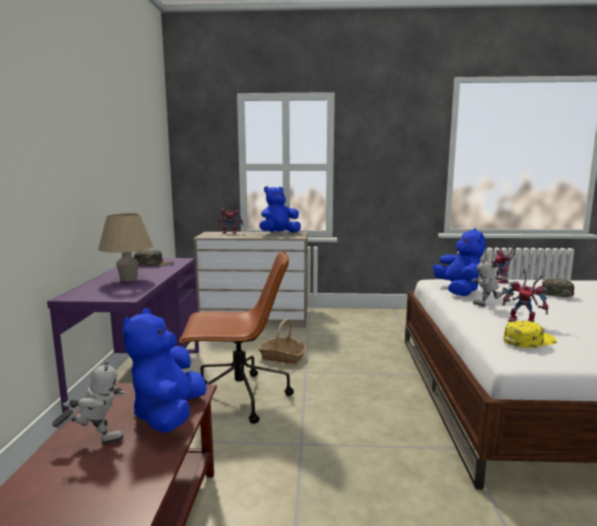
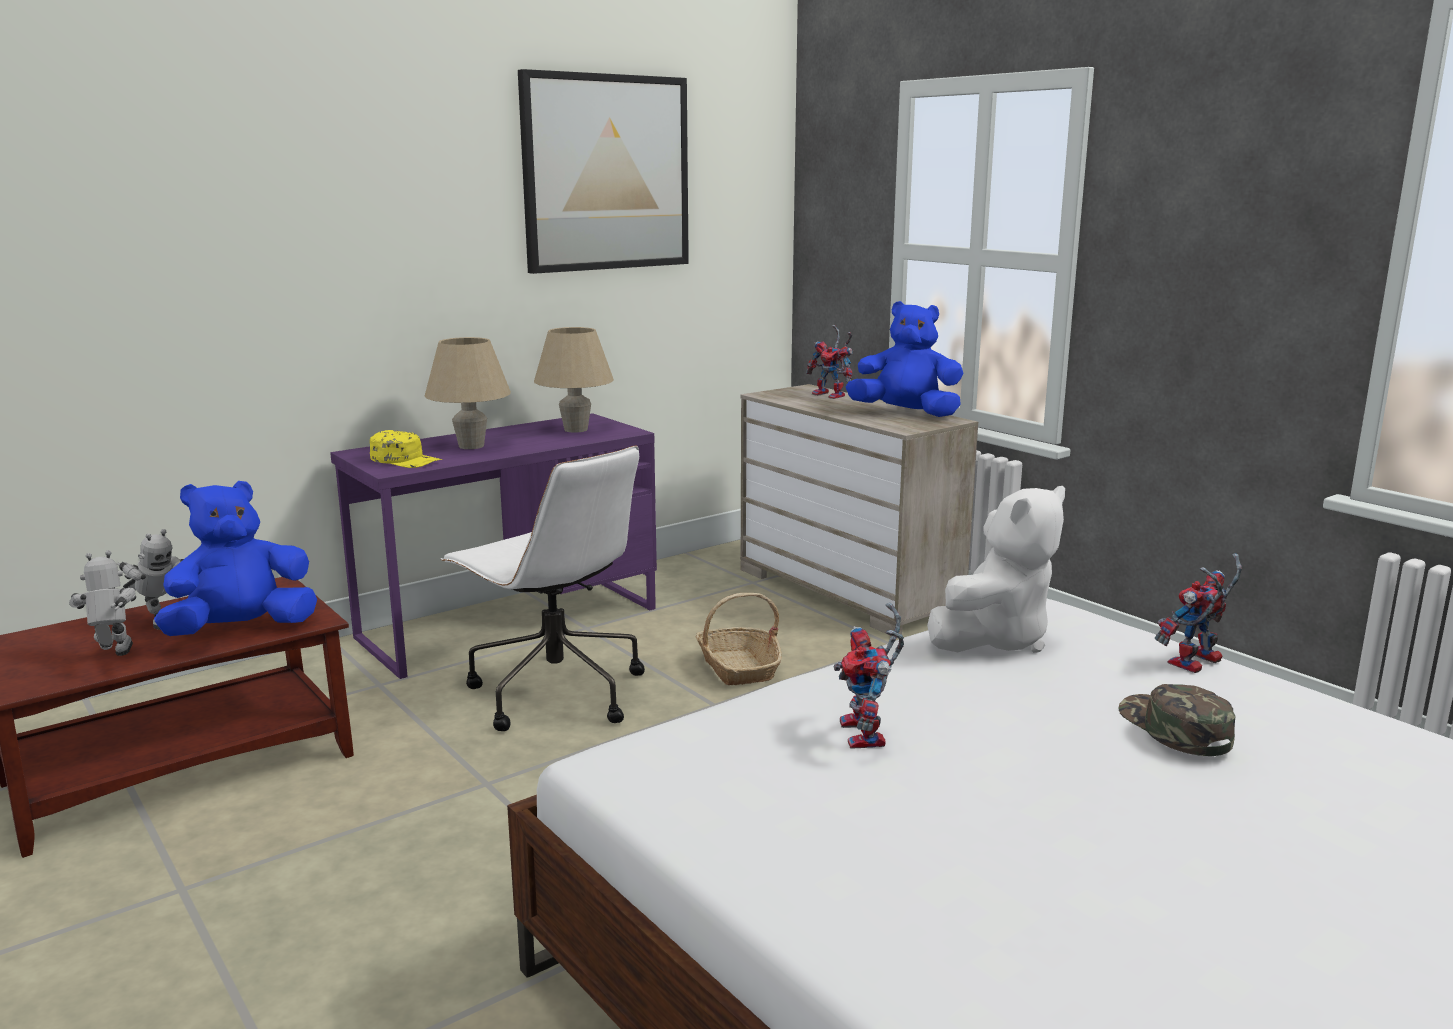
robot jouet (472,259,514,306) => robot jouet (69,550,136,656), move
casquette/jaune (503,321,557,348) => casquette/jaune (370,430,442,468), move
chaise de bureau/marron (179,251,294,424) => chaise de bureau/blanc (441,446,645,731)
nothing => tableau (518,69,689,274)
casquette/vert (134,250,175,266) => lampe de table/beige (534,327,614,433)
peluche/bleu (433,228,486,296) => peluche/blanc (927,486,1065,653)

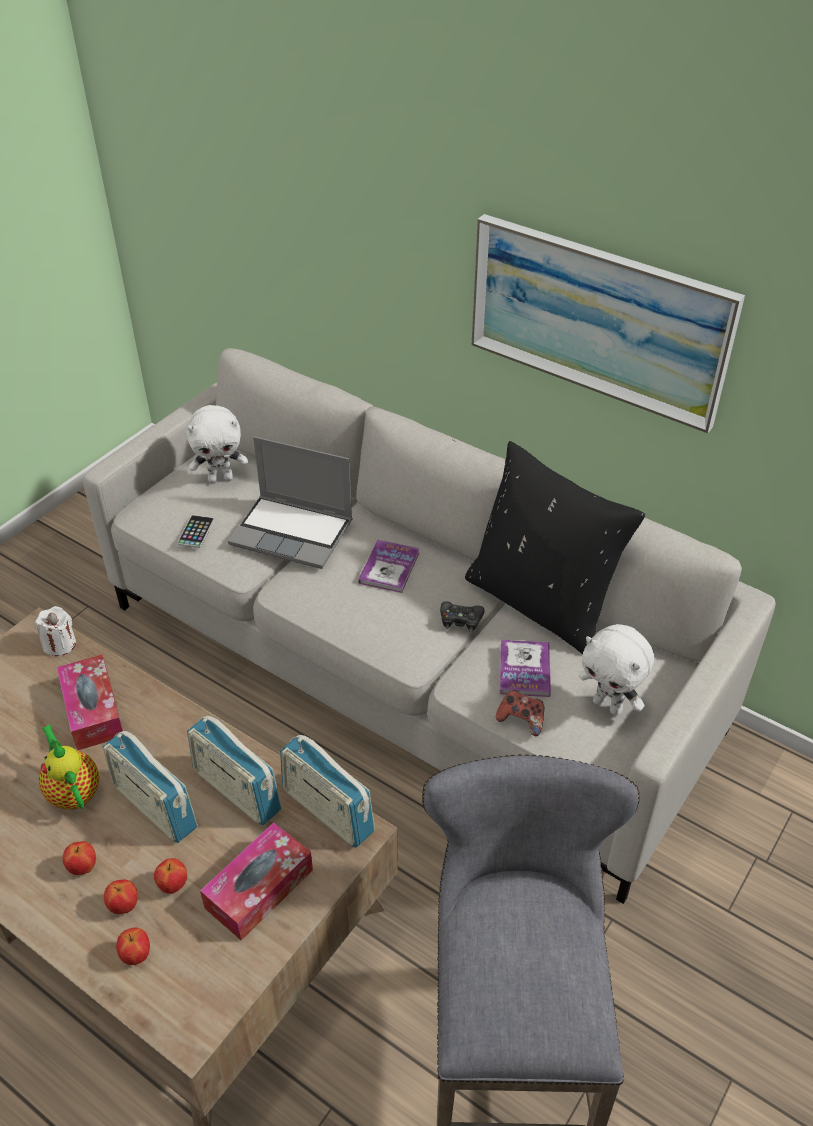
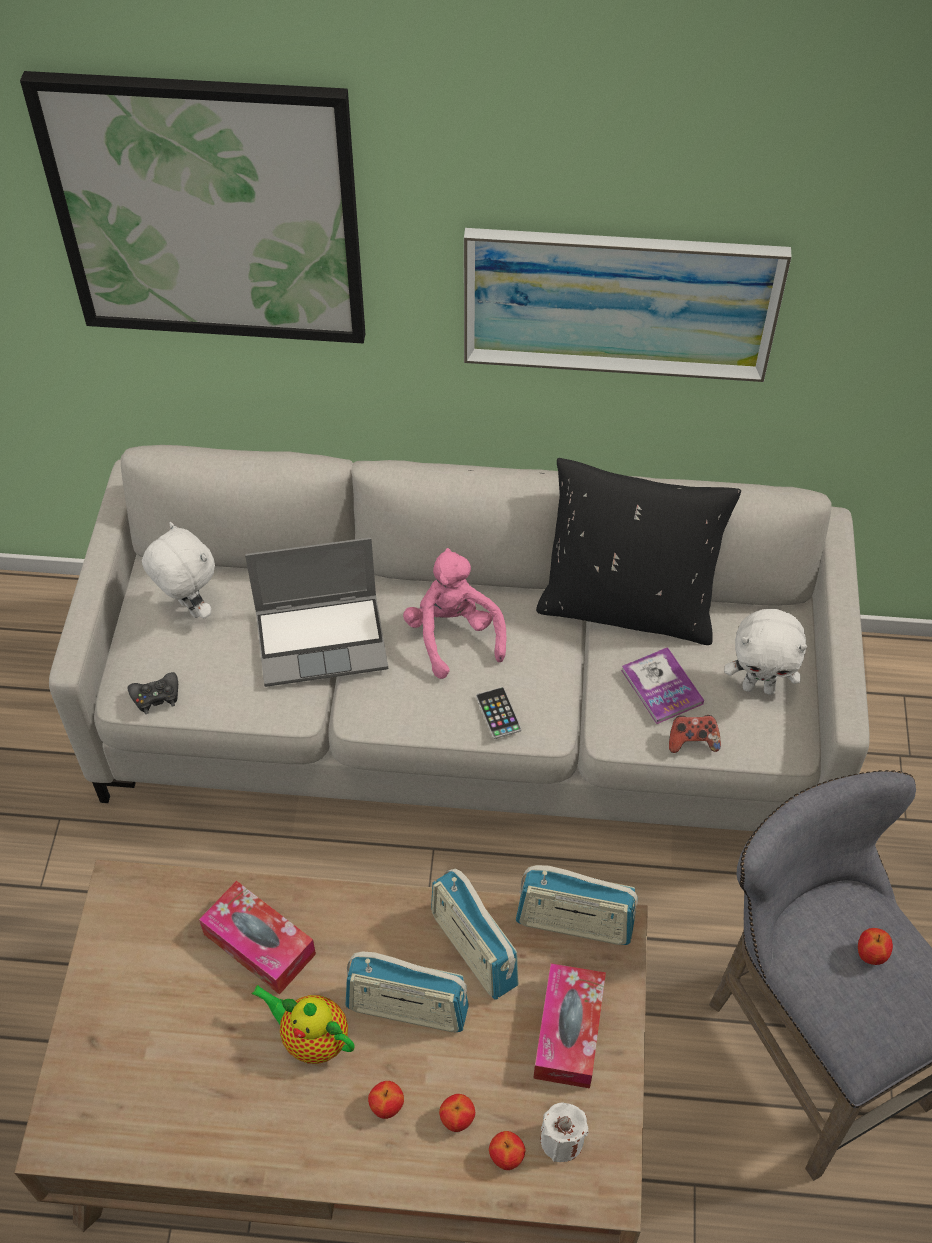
nothing => tableau (20,71,365,343)
manette/noir (440,601,484,632) => manette/noir (128,672,178,714), move
peluche/blanc (187,405,248,483) => peluche/blanc (142,522,215,618), 90 degrees counterclockwise
livre (358,540,420,593) => peluche/rose (403,548,506,679)
radio (187,716,282,826) => radio (431,868,519,999), 45 degrees clockwise
téléphone (177,515,214,548) => téléphone (476,687,521,739), move
bougie/blanc (36,606,76,656) => bougie/blanc (541,1102,588,1162), move
pomme (154,858,187,894) => pomme (858,928,893,965), move

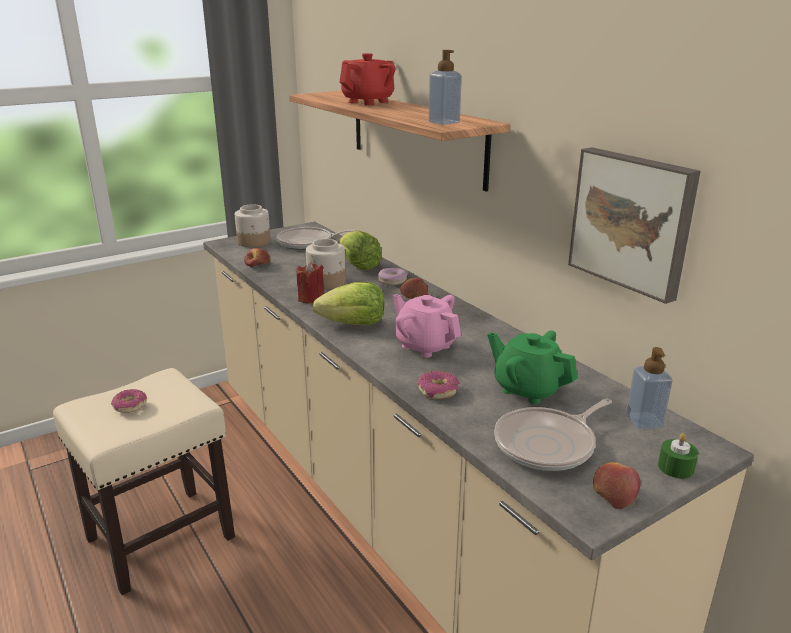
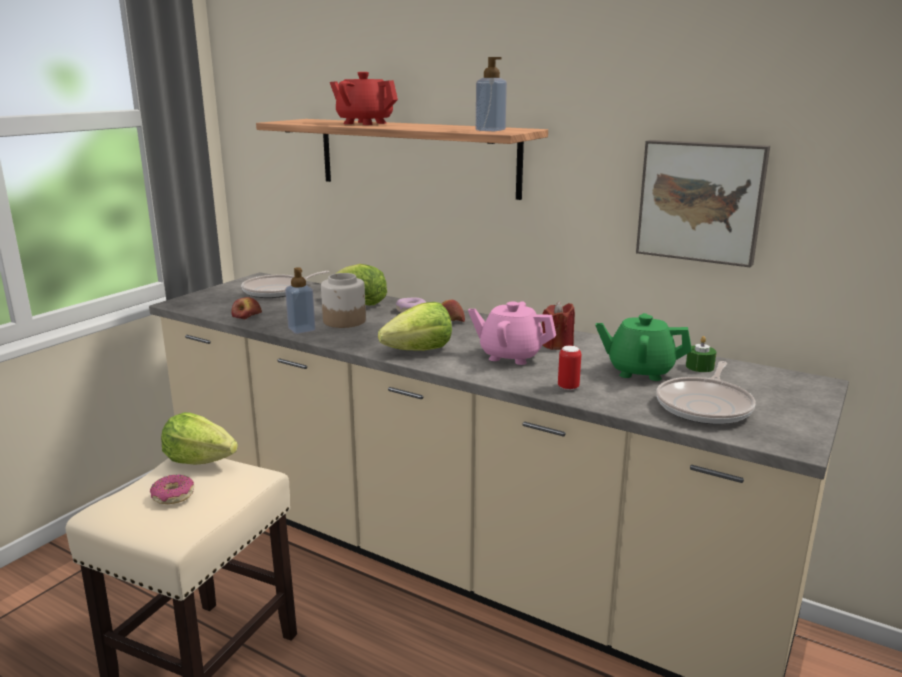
nothing => laitue (161,412,238,465)
distributeur de savon (626,347,672,429) => distributeur de savon (285,267,315,334), move
théière/rouge (340,53,395,105) => théière/rouge (330,72,398,125), 75 degrees counterclockwise
bougie/rouge (296,261,325,304) => bougie/rouge (542,301,575,350), move
beignet (418,371,459,399) => boîte métallique (558,346,581,390)
bougie/vert (658,433,699,479) => bougie/vert (686,336,716,372), move
bocal (235,204,271,247) => nothing
pomme (593,462,640,509) => nothing

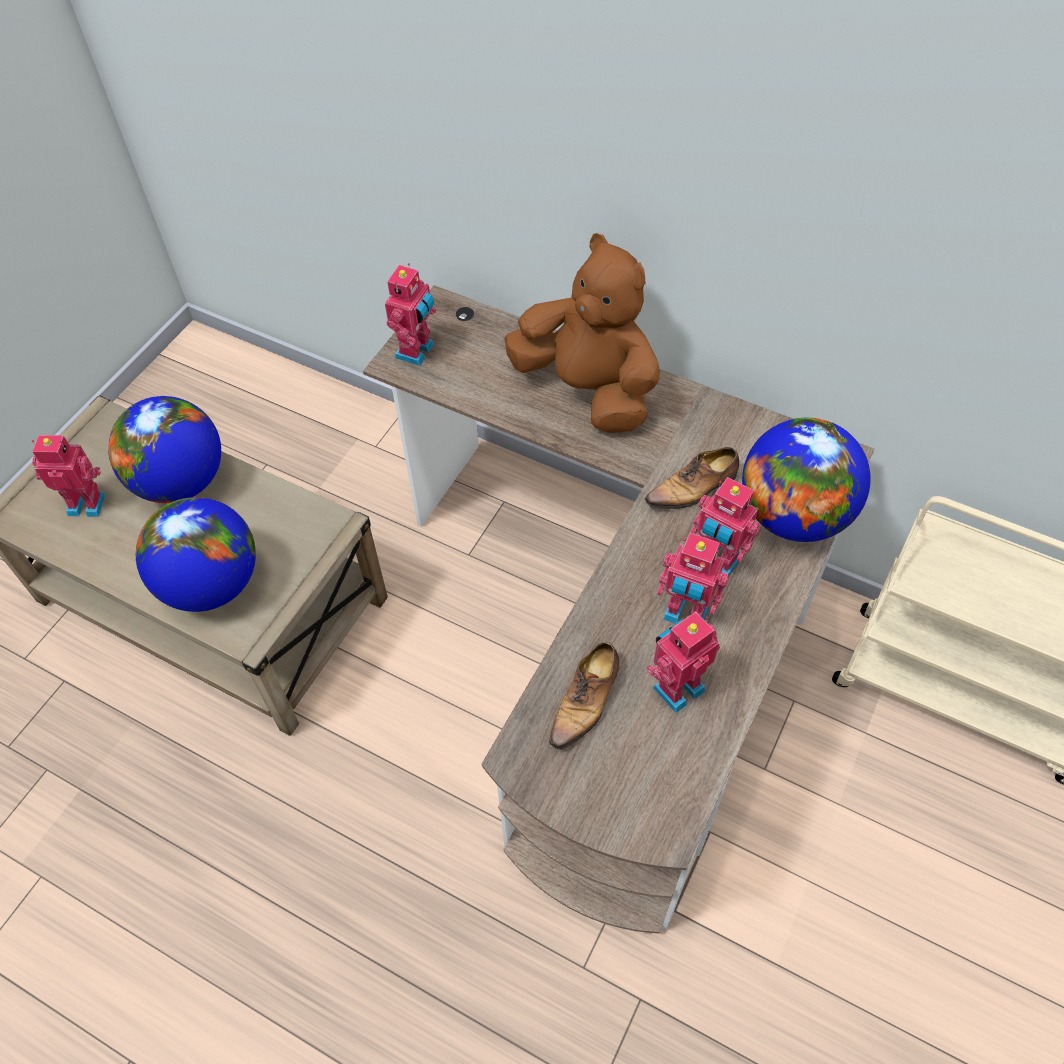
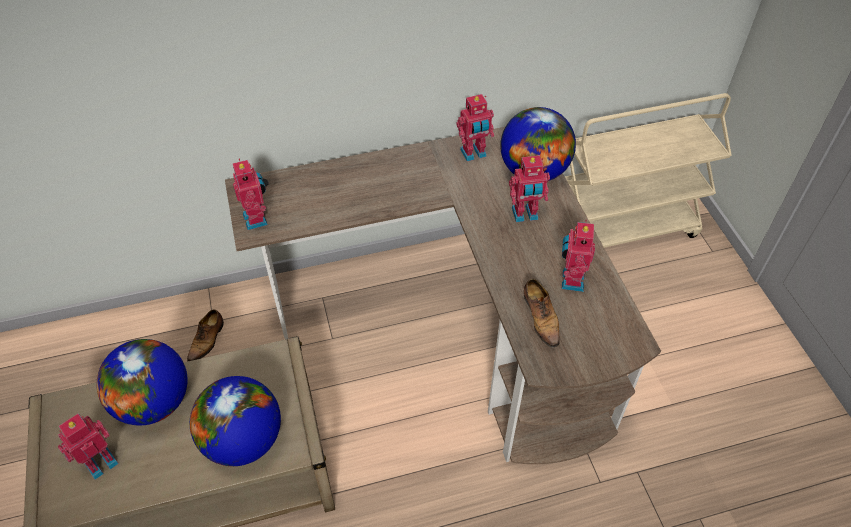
chaussure (644,447,739,512) => chaussure (187,310,224,361), move
robot jouet (657,533,729,624) => robot jouet (456,94,494,161), move
peluche/marron (504,233,660,433) => nothing

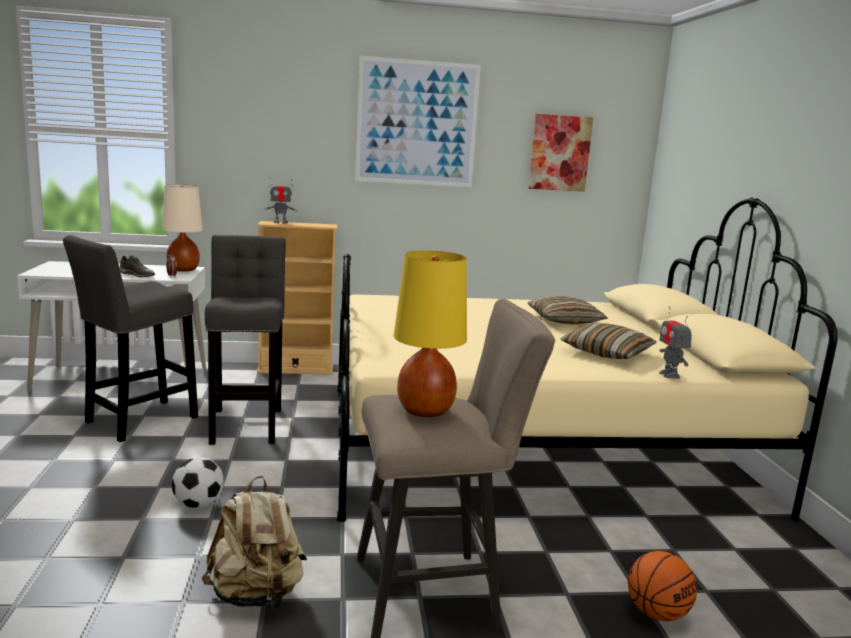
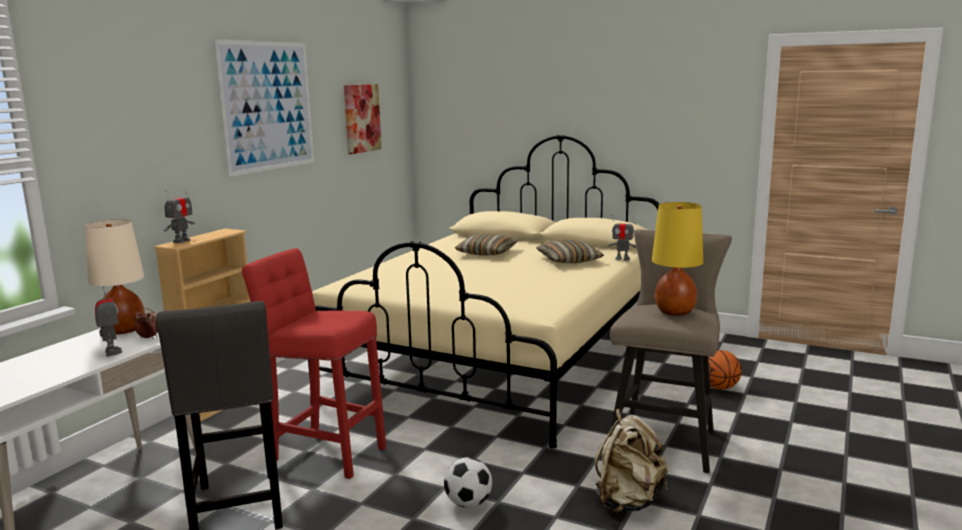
chaussure/gris (119,255,155,277) => robot jouet (95,286,123,356)
tabouret/gris (205,235,286,445) => tabouret/rouge (242,248,386,479)

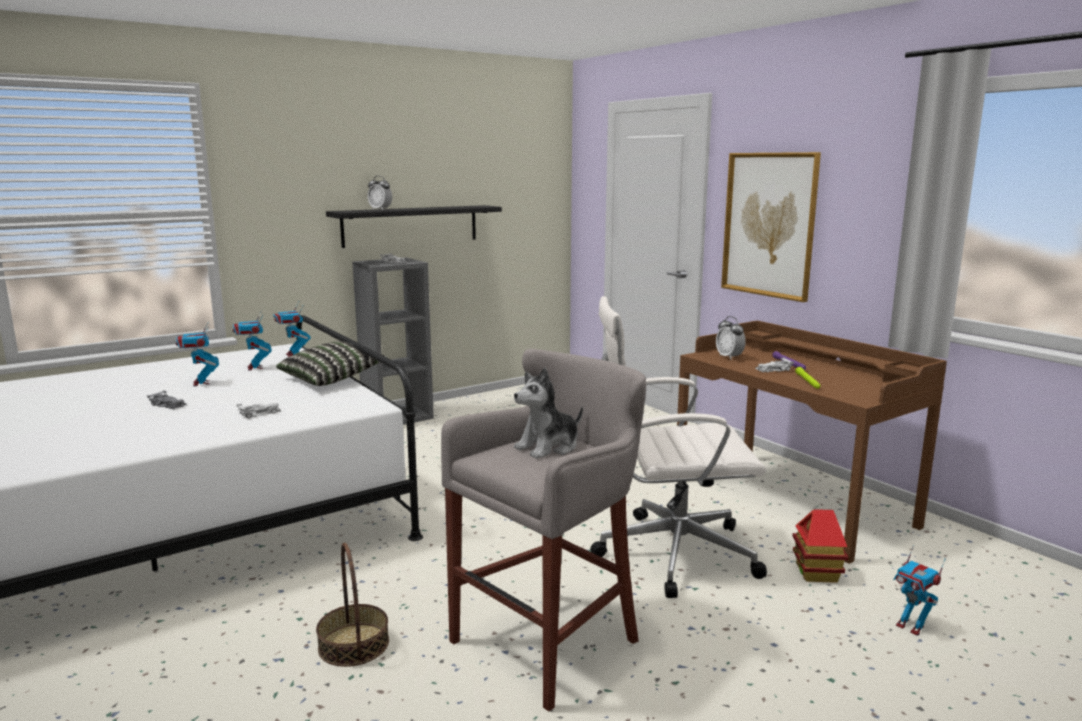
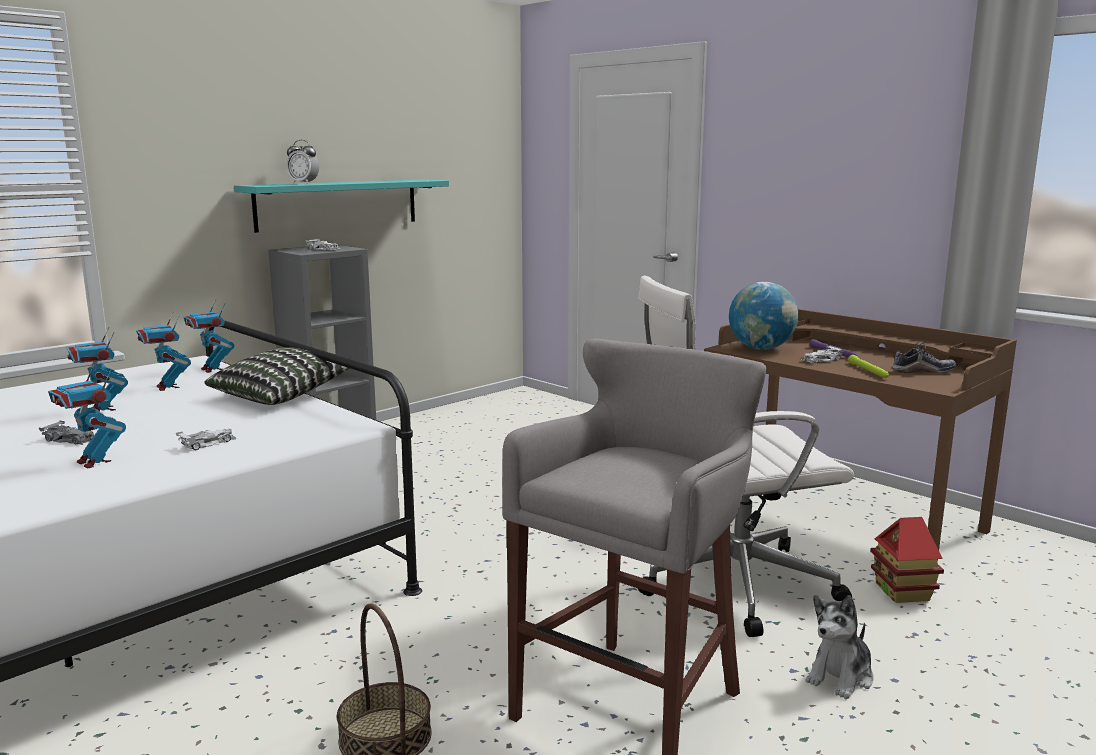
robot jouet (893,545,946,636) => robot jouet (48,362,126,469), move
étagère/noir (326,205,502,248) => étagère/turquoise (234,179,449,233)
réveil (716,316,746,359) => globe (729,282,799,350)
peluche (514,368,583,459) => peluche (806,595,873,699), move
nothing => chaussure (892,341,956,373)
tableau (721,152,821,302) => nothing

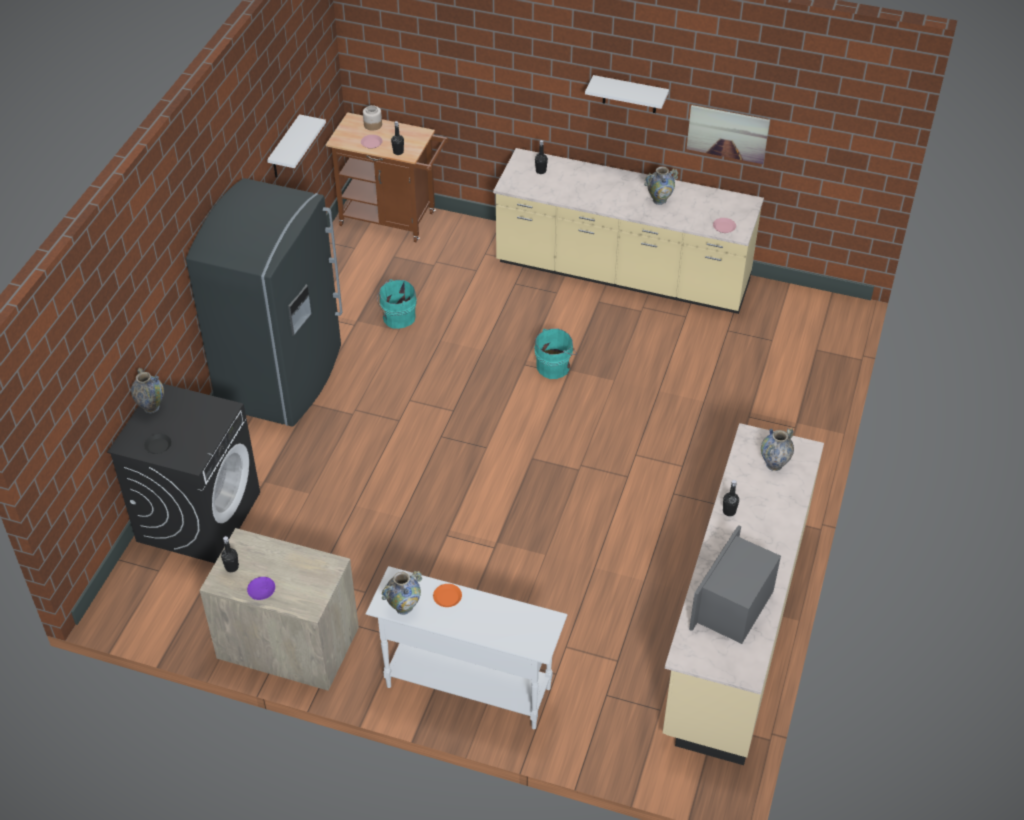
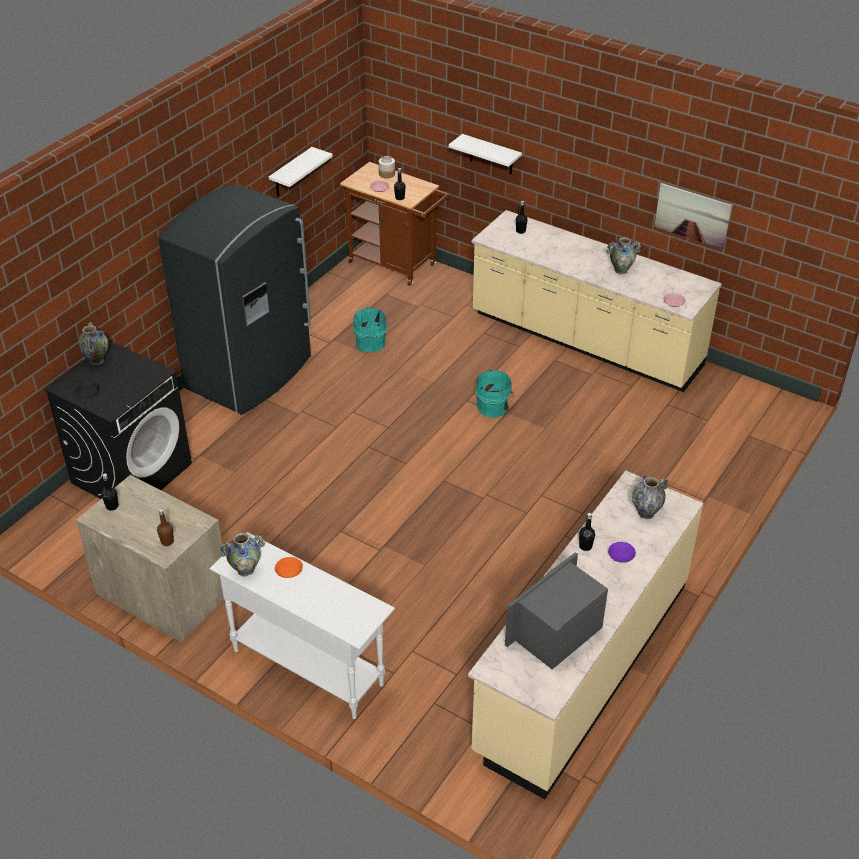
nothing => bouteille/marron (157,509,174,546)
étagère/blanc (585,75,669,113) => étagère/blanc (449,134,522,174), move
assiette/violet (247,577,275,600) => assiette/violet (608,542,636,562), move

